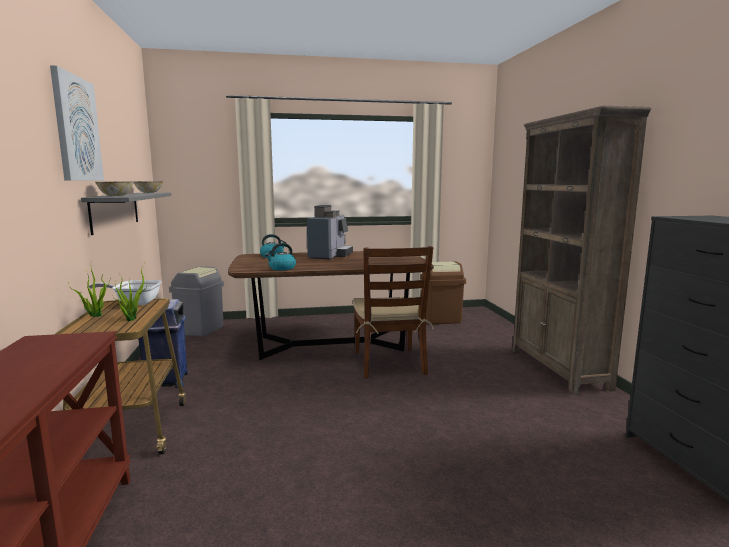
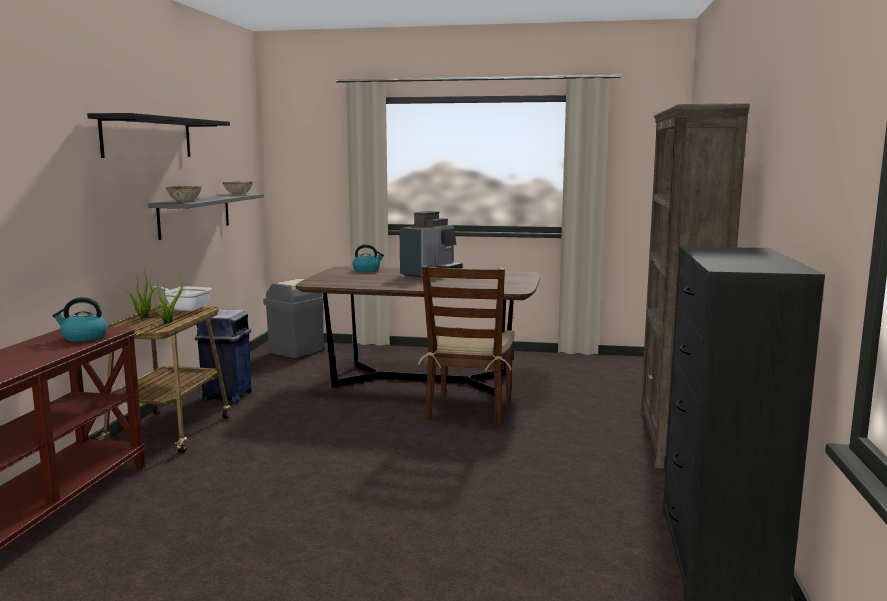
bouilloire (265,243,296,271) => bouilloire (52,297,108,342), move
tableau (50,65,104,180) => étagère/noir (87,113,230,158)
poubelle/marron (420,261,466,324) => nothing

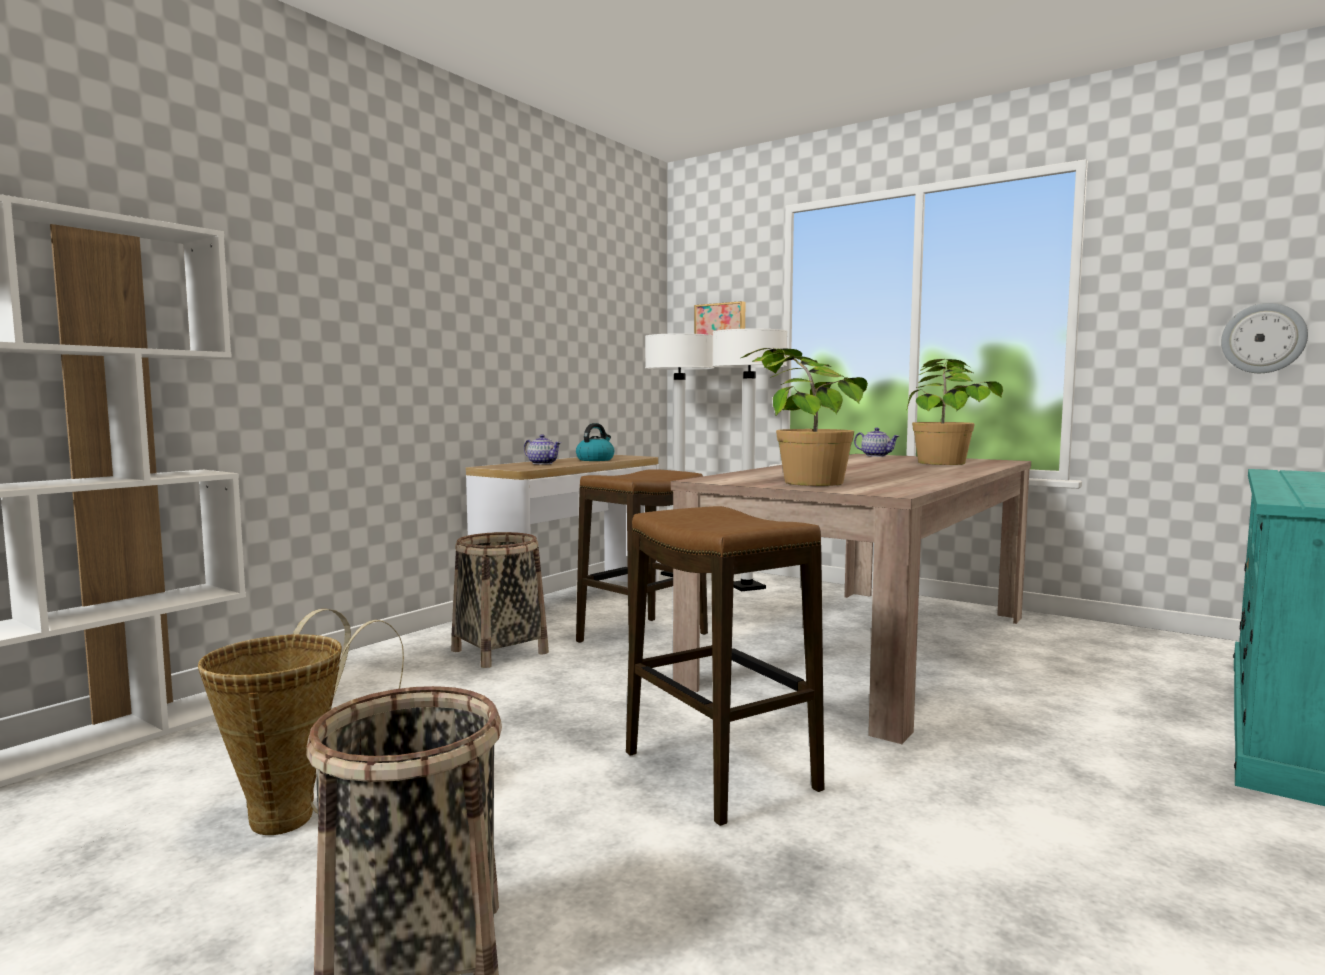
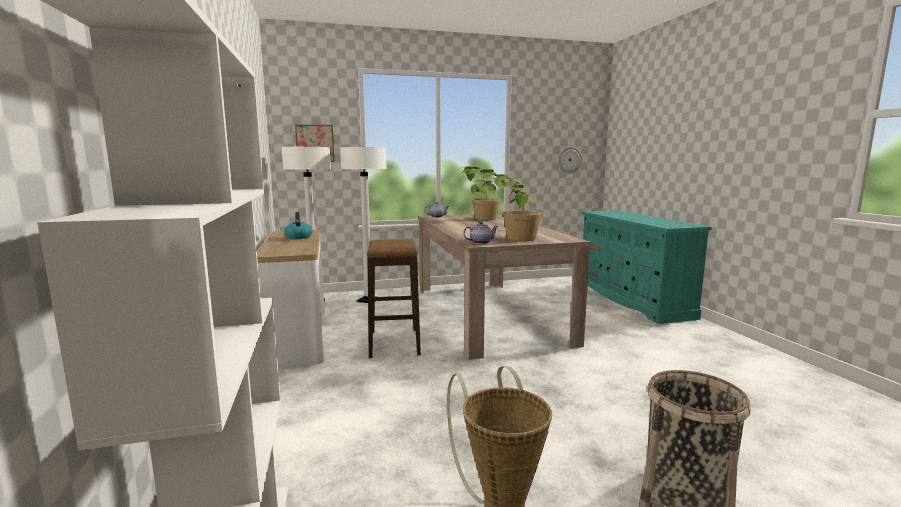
théière (524,435,561,465) => théière (463,221,498,244), move
panier (451,532,549,668) => nothing
tabouret (626,506,824,826) => nothing

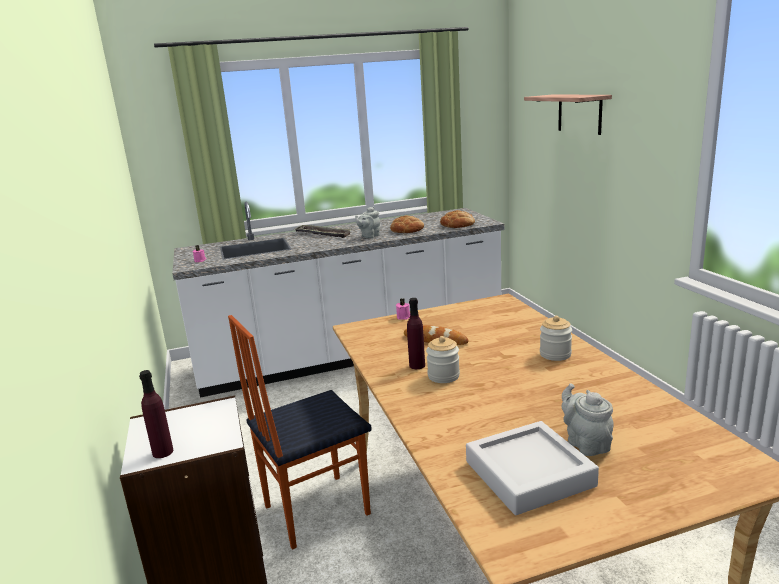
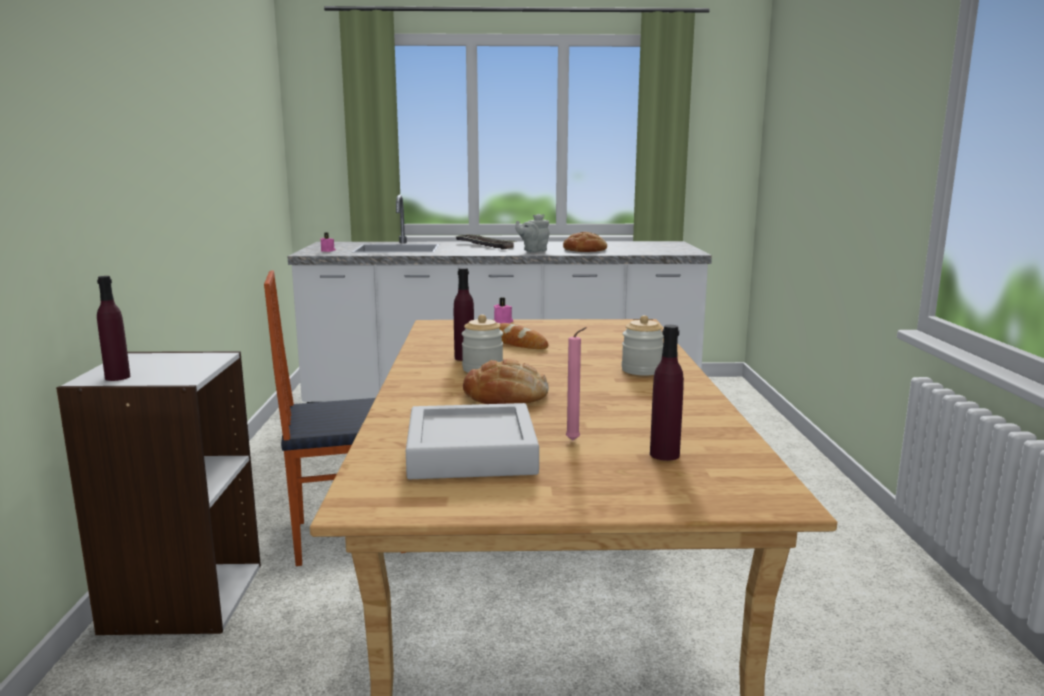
pain (440,210,475,228) => pain (463,359,549,404), move
théière/gris (562,383,614,456) => bougie/rose (566,327,587,441)
nothing => bouteille/violet (650,325,684,461)
étagère (524,94,612,135) => nothing

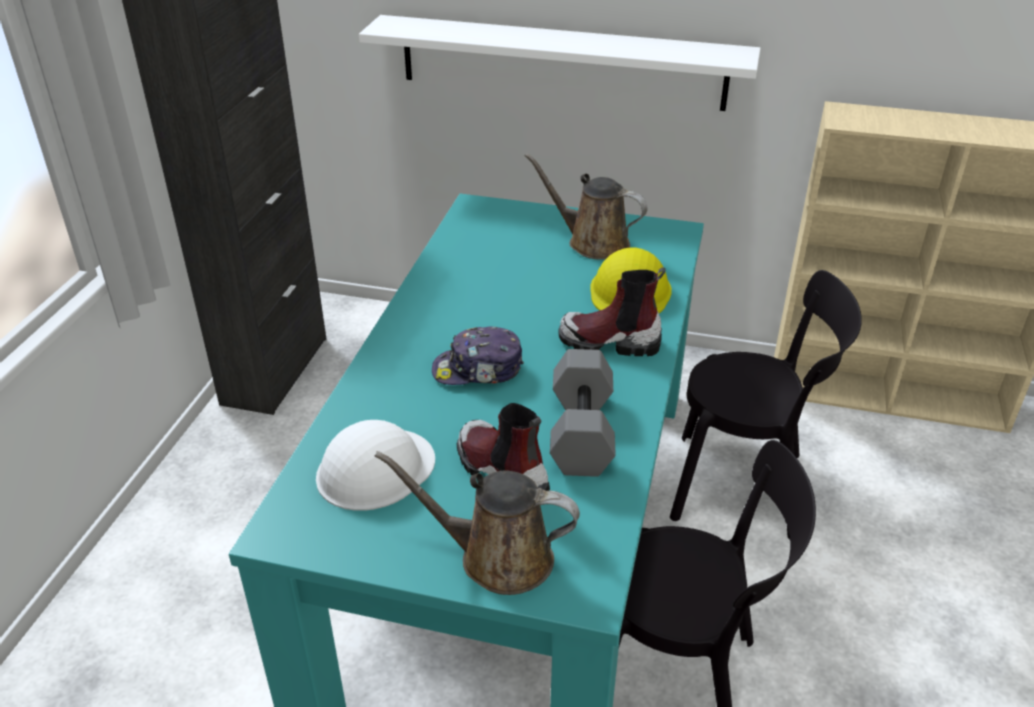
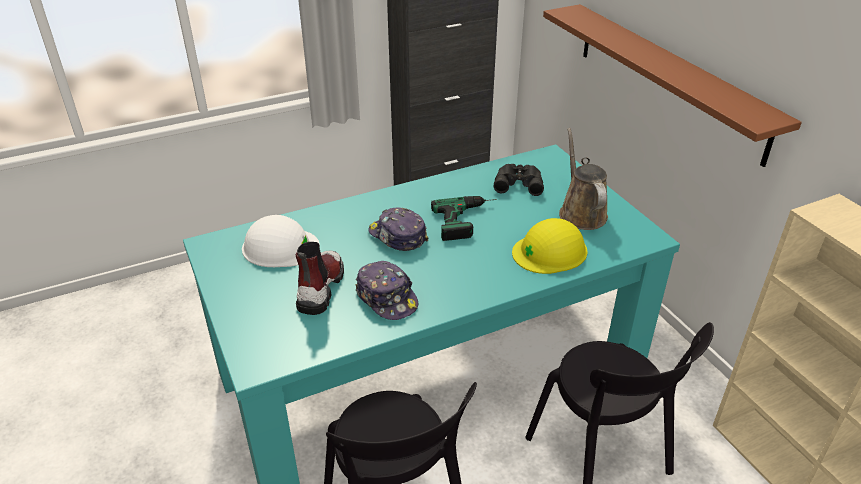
haltère/gris (550,349,616,477) => casquette (356,261,418,320)
nothing => perceuse (431,196,497,241)
nothing => jumelles/noir (494,164,544,196)
étagère/blanc (359,15,761,111) => étagère/marron (543,4,802,167)
arrosoir/marron (375,451,580,595) => nothing
botte (559,267,666,356) => nothing

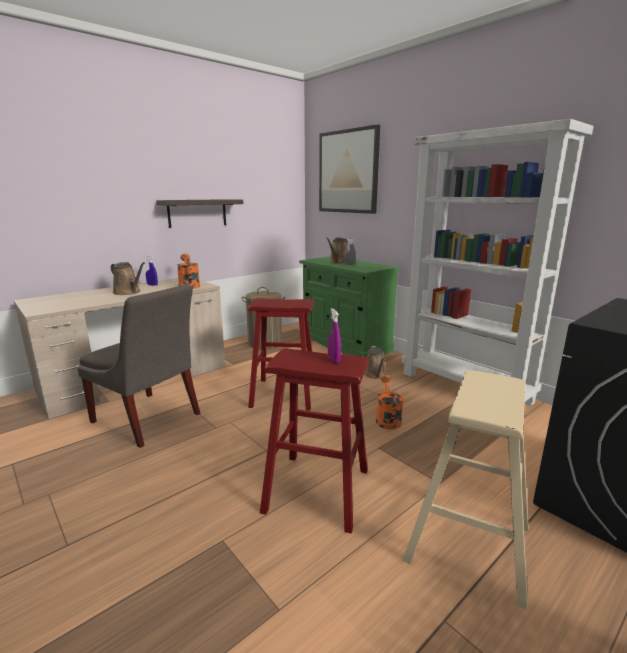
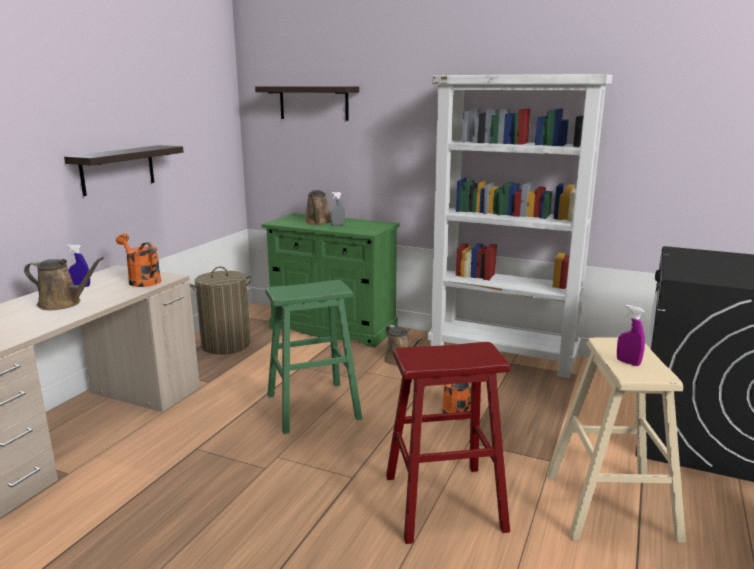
tableau (319,125,380,214) => étagère (255,86,359,121)
tabouret/rouge (248,298,314,410) => tabouret/vert (265,280,362,434)
vaporisateur/violet (328,308,341,363) => vaporisateur/violet (617,305,645,366), move
chaise/gris (78,284,200,448) => nothing

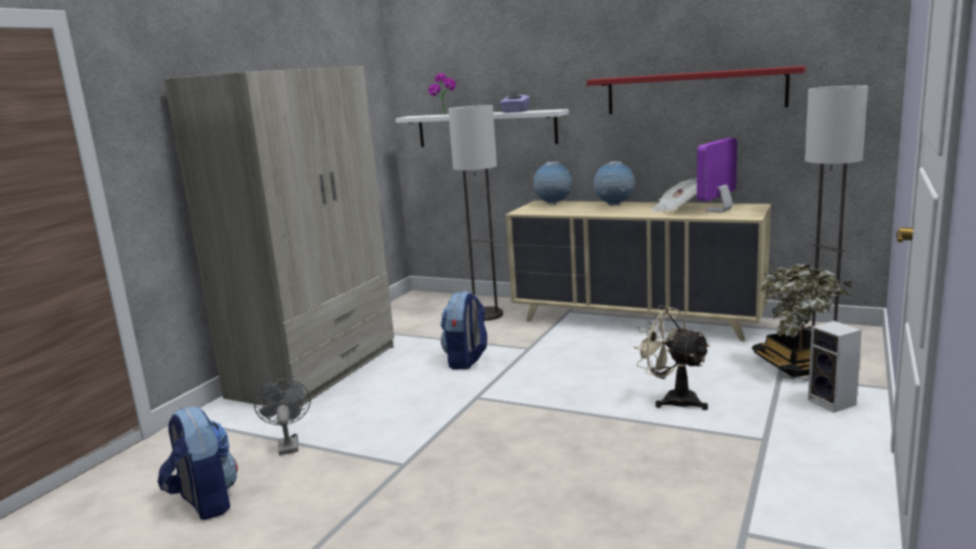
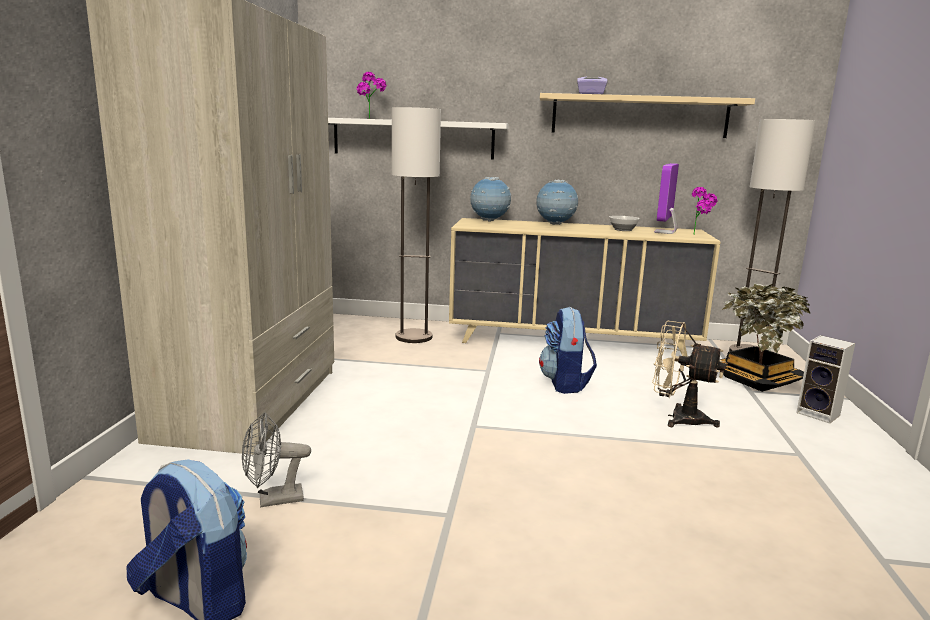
ventilateur/gris (254,379,311,455) => ventilateur/gris (242,412,311,507), 75 degrees counterclockwise
sac à dos (441,291,487,370) => sac à dos (539,307,597,394), move
étagère/rouge (587,66,806,114) => étagère/beige (540,93,755,138)
boîte à mouchoirs/violet (500,90,530,113) => boîte à mouchoirs/violet (577,70,607,94), move
journal (651,178,697,212) => bol (609,216,640,231)
nothing => plante en pot (692,187,718,235)

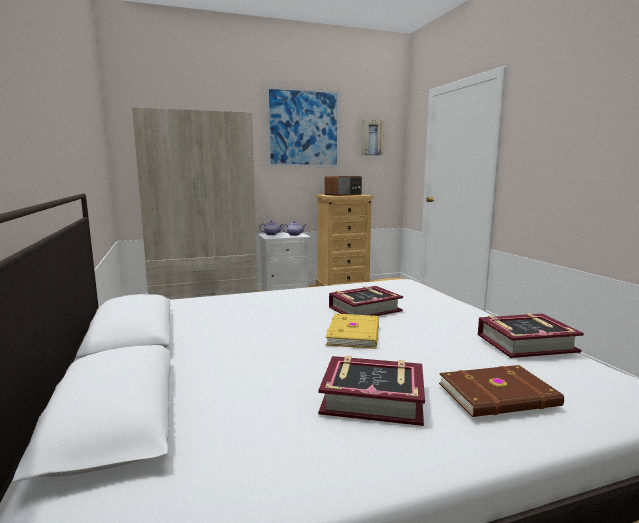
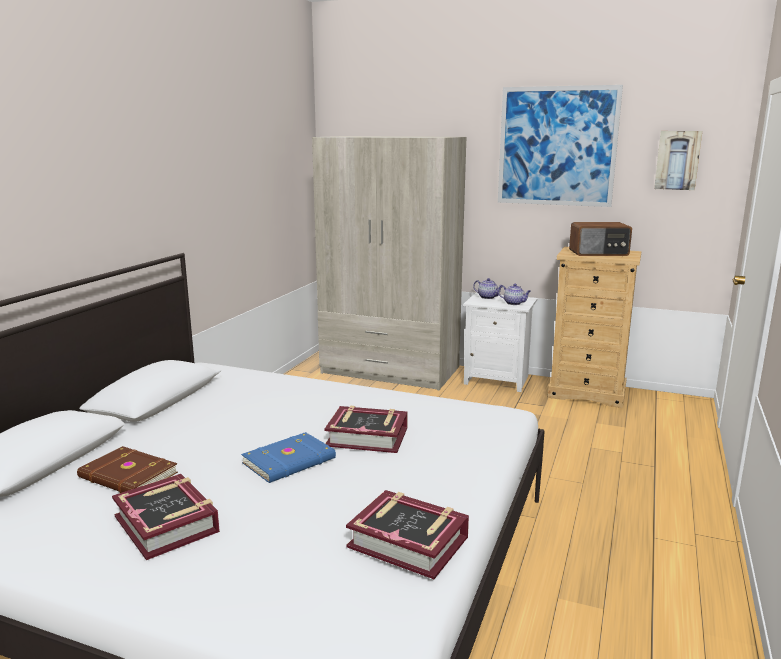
livre/marron (439,365,564,417) => livre/marron (77,446,178,493), move
livre/jaune (325,314,379,349) => livre/bleu (241,432,336,483)

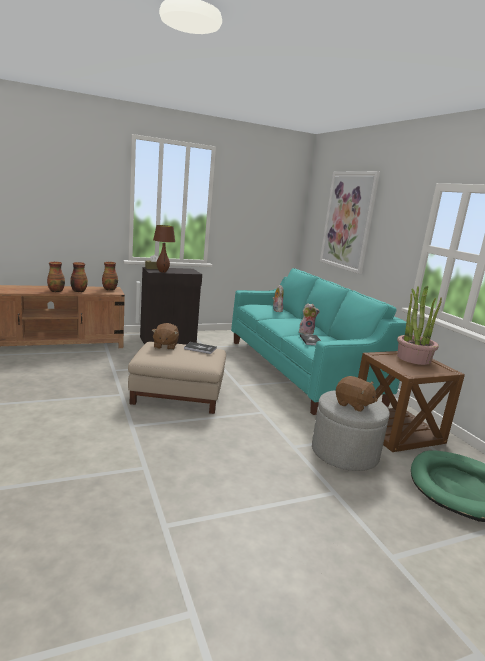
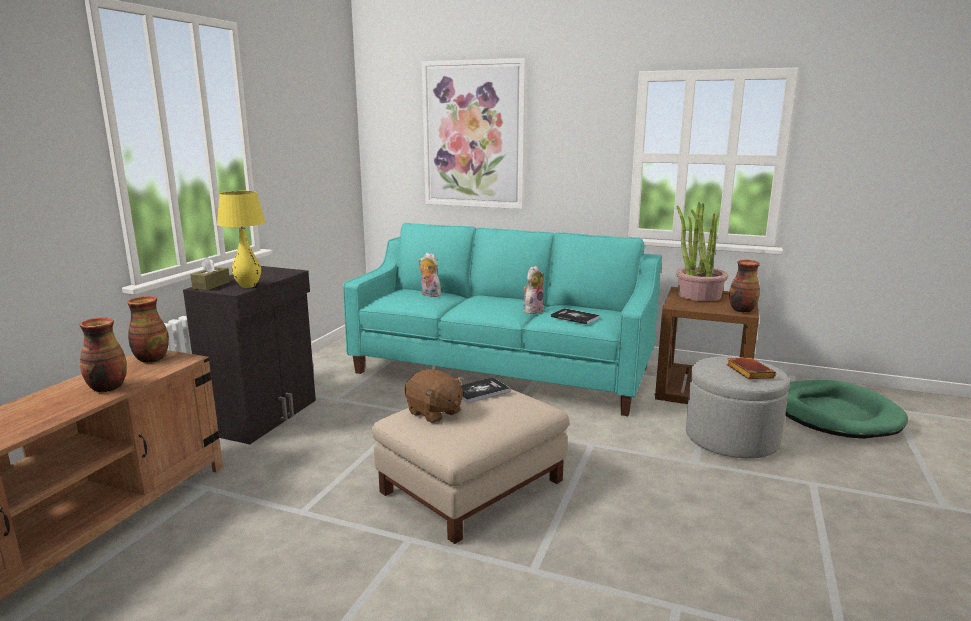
lampe de table/marron (153,225,175,272) => lampe de table/jaune (217,191,265,288)
peluche/marron (336,376,378,412) => livre/marron (726,358,776,379)
vase (47,262,65,292) => vase (729,260,760,313), move

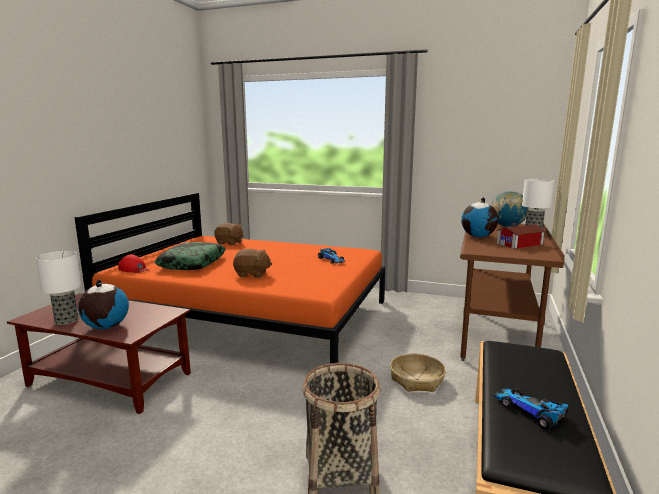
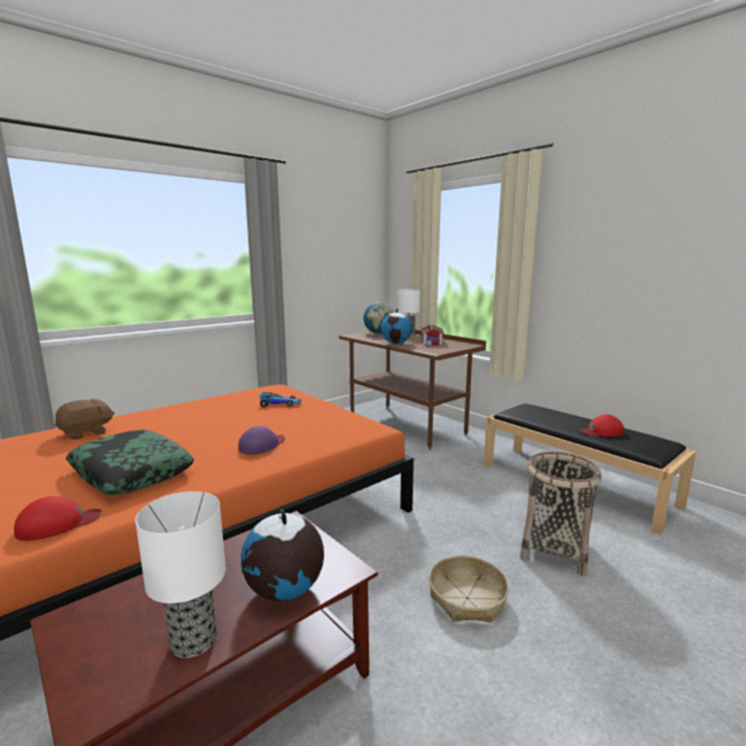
peluche/marron (233,249,272,278) => casquette/violet (238,426,285,455)
panier (390,353,446,392) => panier (429,555,509,623), move
petite voiture (494,388,568,430) => casquette/rouge (580,414,624,437)

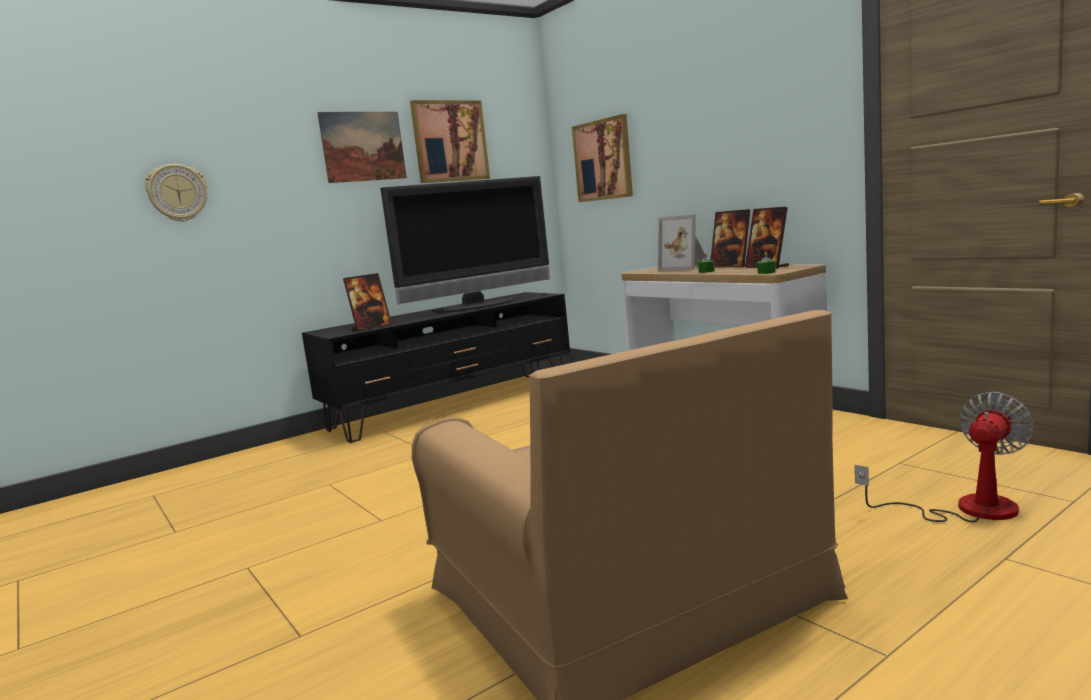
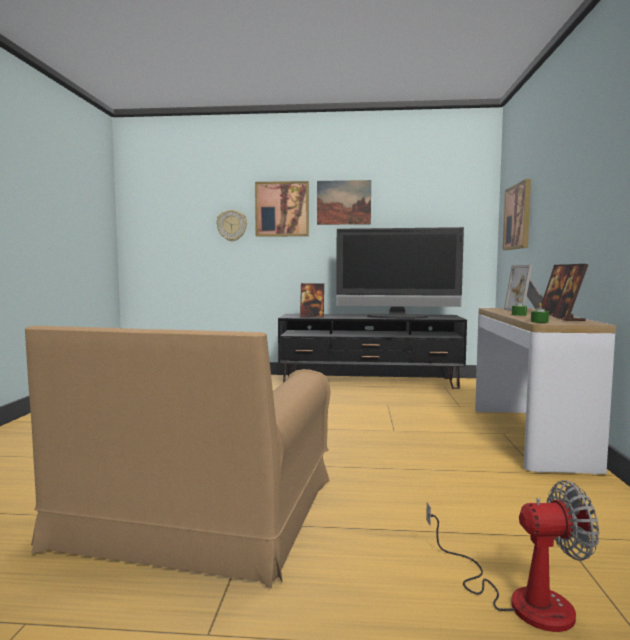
tableau (410,100,490,183) => tableau (255,181,309,237), move

